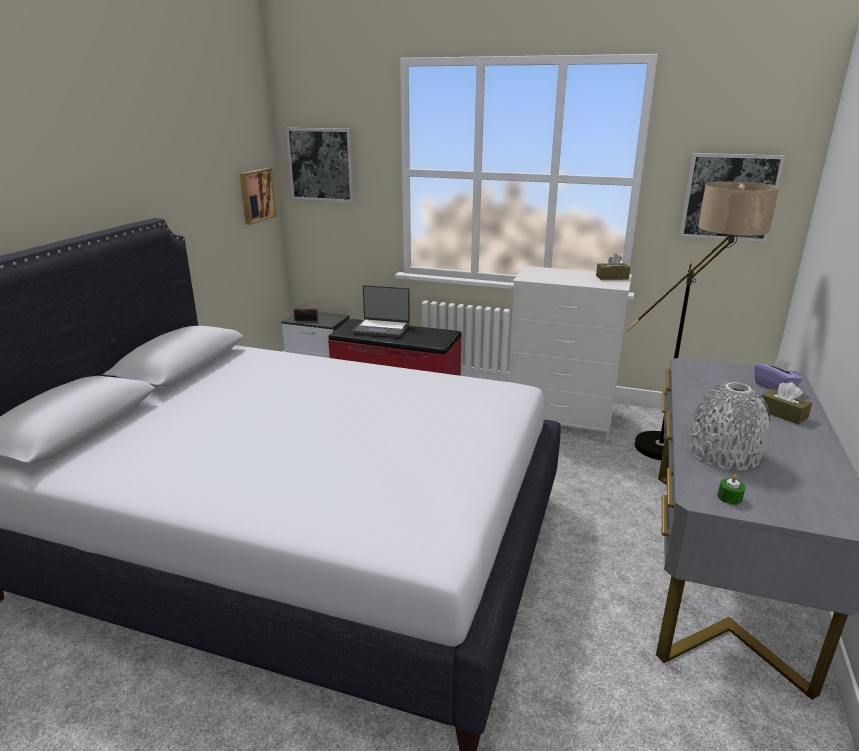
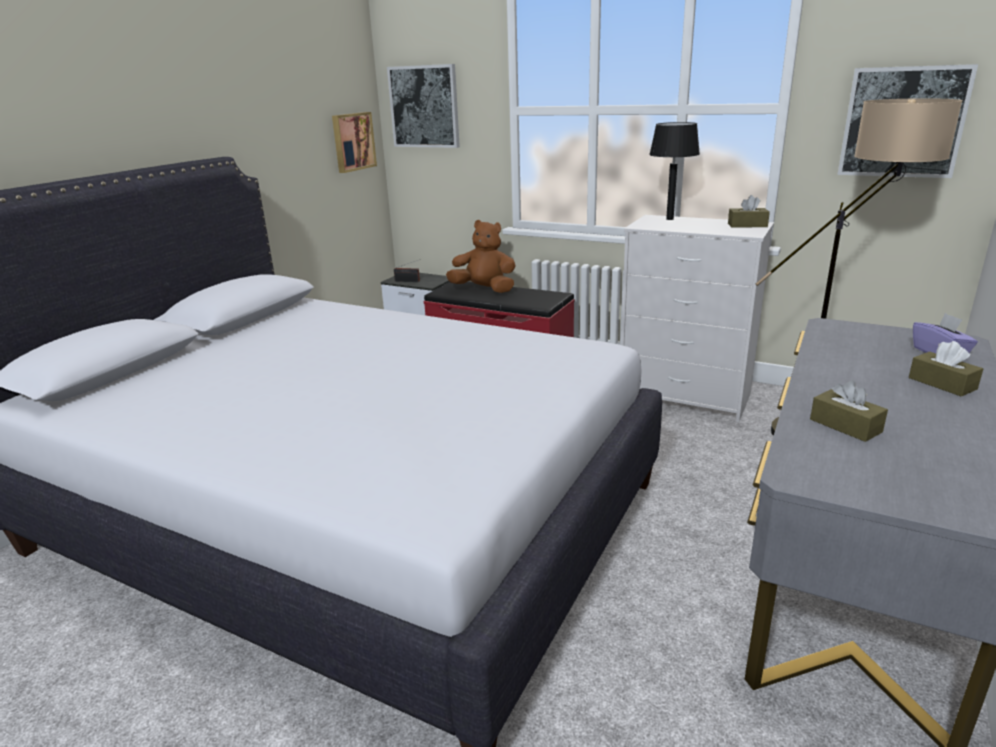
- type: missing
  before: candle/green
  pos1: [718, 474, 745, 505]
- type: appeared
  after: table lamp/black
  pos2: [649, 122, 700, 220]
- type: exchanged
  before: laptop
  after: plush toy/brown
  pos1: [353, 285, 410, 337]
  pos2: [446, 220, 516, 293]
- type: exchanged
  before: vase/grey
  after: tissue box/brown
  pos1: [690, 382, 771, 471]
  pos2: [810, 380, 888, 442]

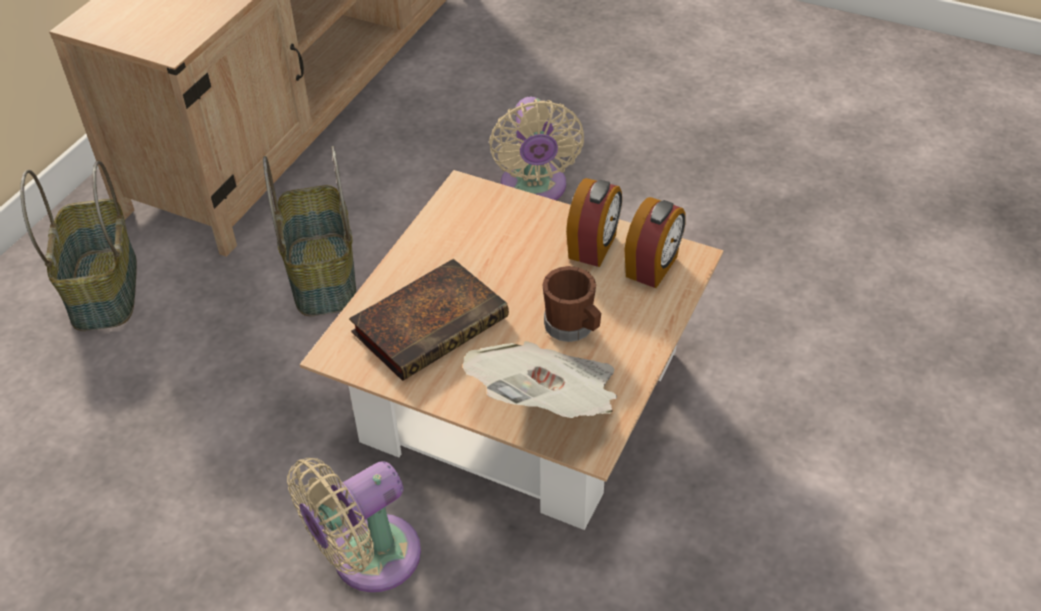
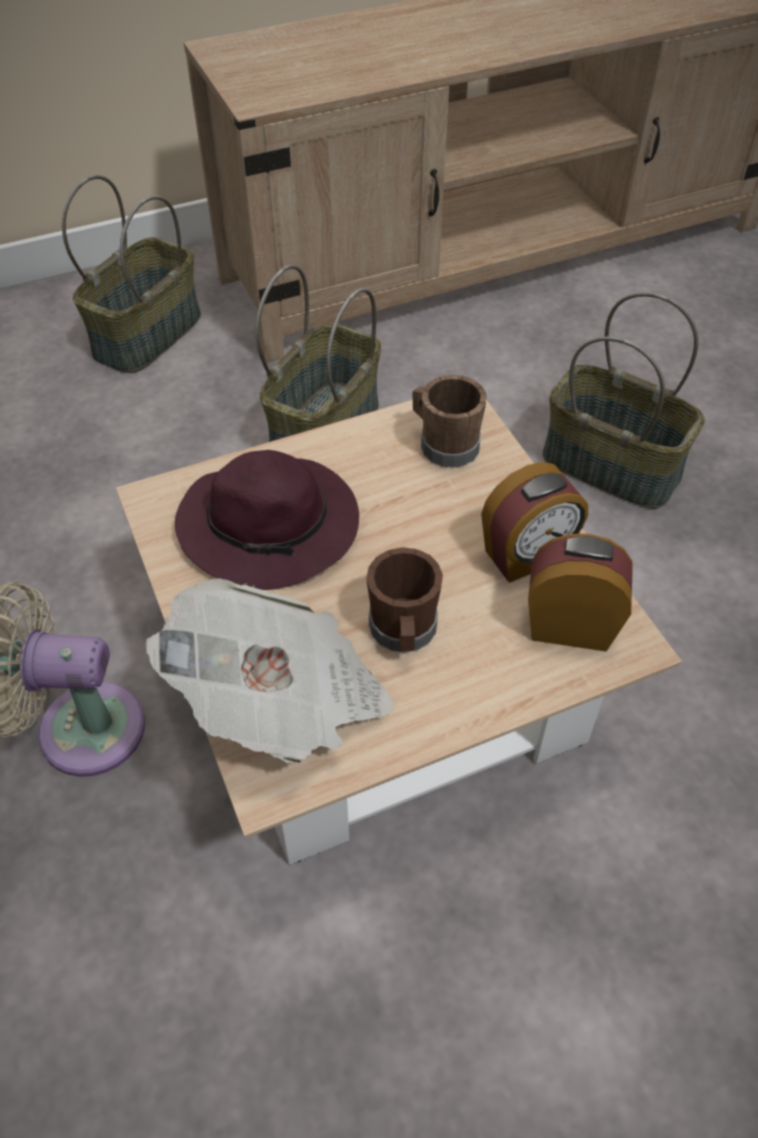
- type: appeared
  after: mug/brown
  pos2: [412, 375, 487, 468]
- type: exchanged
  before: book
  after: hat/purple
  pos1: [349, 259, 509, 381]
  pos2: [175, 450, 359, 590]
- type: exchanged
  before: fan/beige
  after: basket
  pos1: [489, 97, 584, 200]
  pos2: [543, 292, 705, 509]
- type: spun
  before: alarm clock
  pos1: [624, 197, 686, 288]
  pos2: [528, 534, 632, 652]
  turn: -150

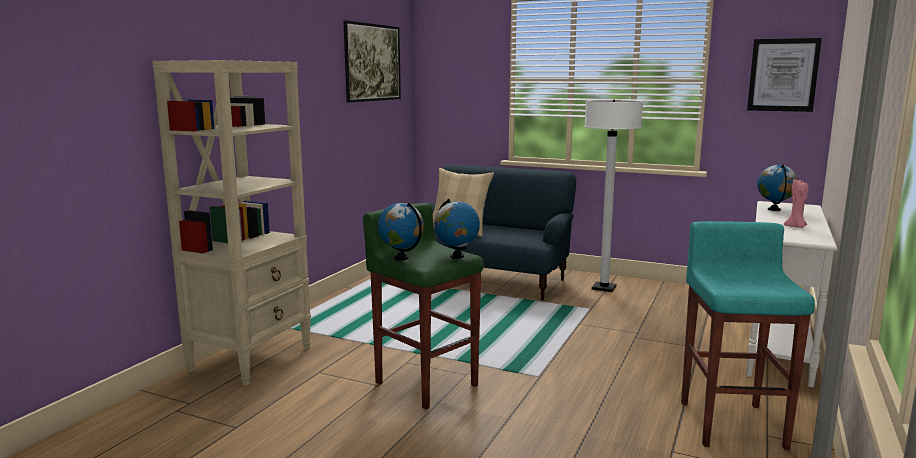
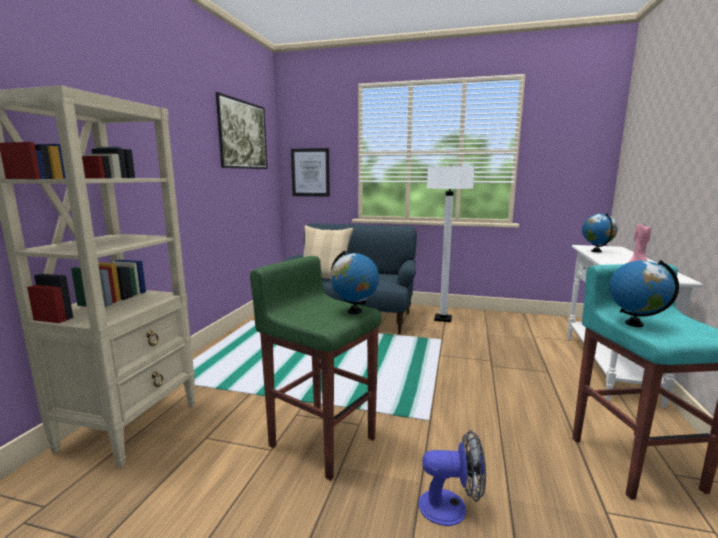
- type: appeared
  after: fan
  pos2: [419, 430, 486, 526]
- type: relocated
  before: globe
  pos1: [378, 202, 424, 261]
  pos2: [609, 260, 679, 327]
- type: relocated
  before: picture
  pos1: [747, 38, 822, 112]
  pos2: [291, 148, 330, 197]

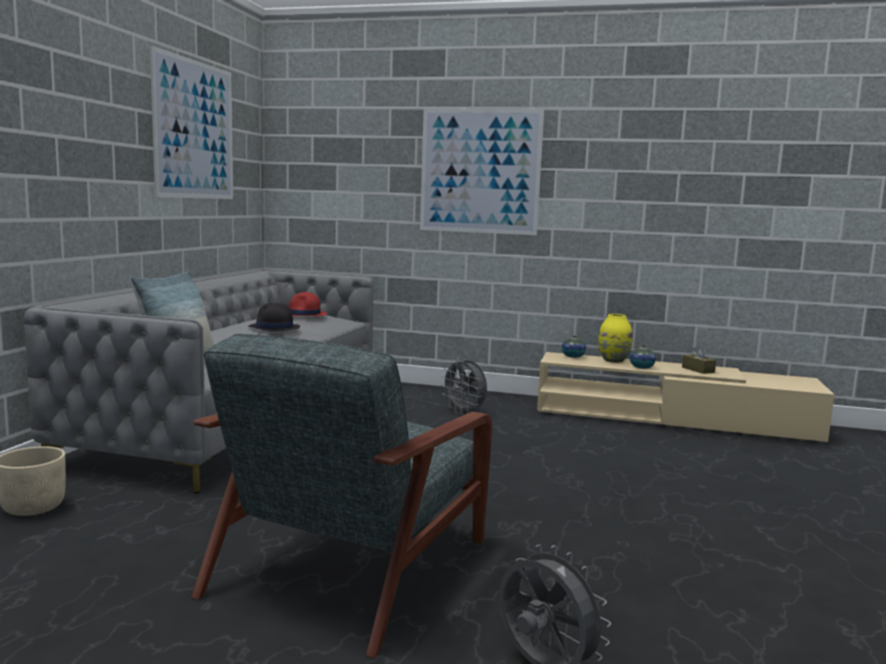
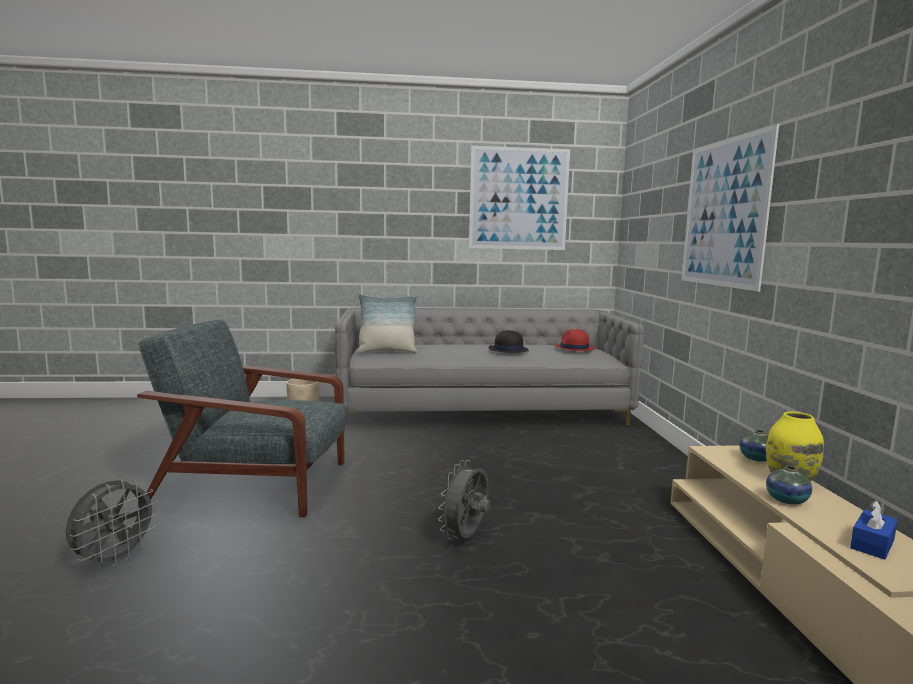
- type: relocated
  before: fan/grey
  pos1: [441, 358, 487, 415]
  pos2: [438, 460, 490, 540]
- type: colour
  before: tissue box/brown
  after: tissue box/blue
  pos1: [682, 345, 716, 374]
  pos2: [850, 500, 898, 560]

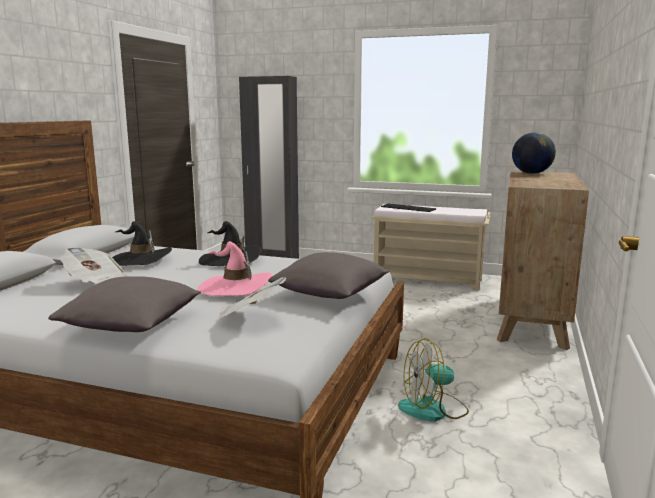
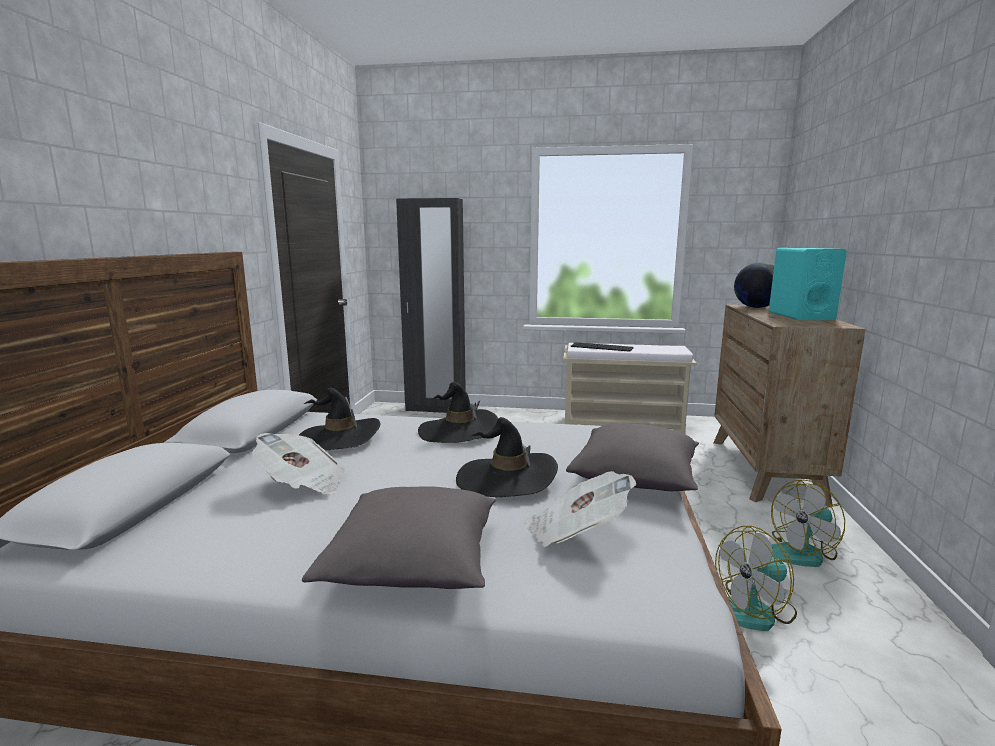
- type: appeared
  after: speaker/turquoise
  pos2: [769, 248, 847, 320]
- type: appeared
  after: fan
  pos2: [771, 480, 845, 567]
- type: colour
  before: hat/pink
  after: hat/black
  pos1: [197, 241, 272, 296]
  pos2: [456, 417, 558, 497]

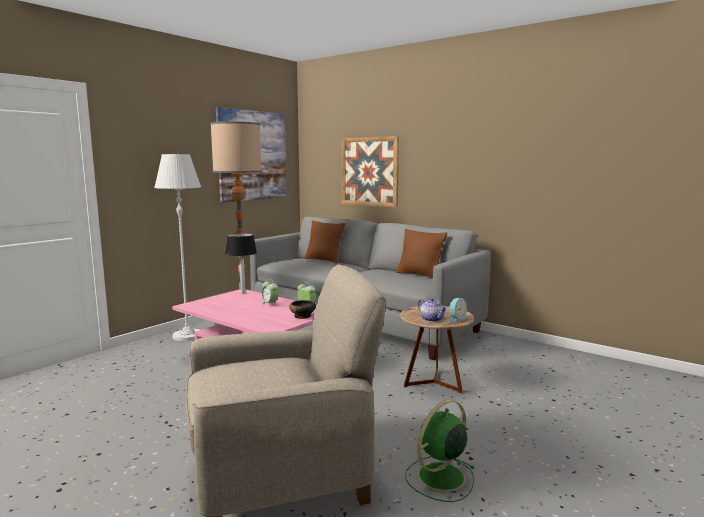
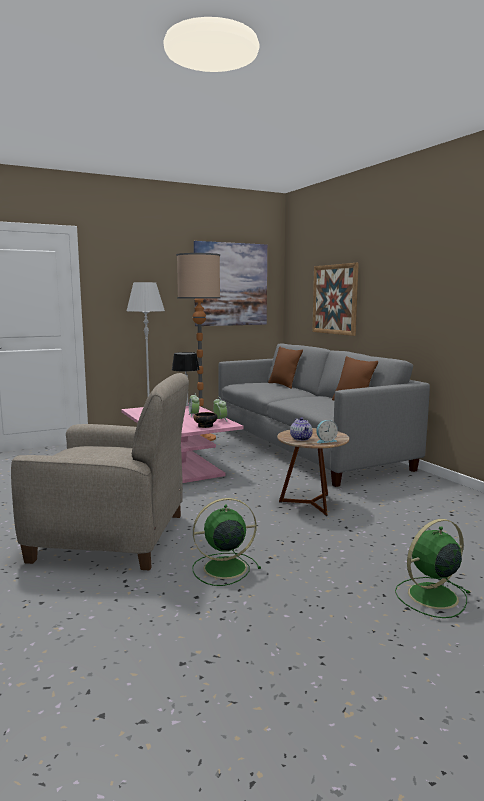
- type: appeared
  after: fan/green
  pos2: [395, 519, 471, 618]

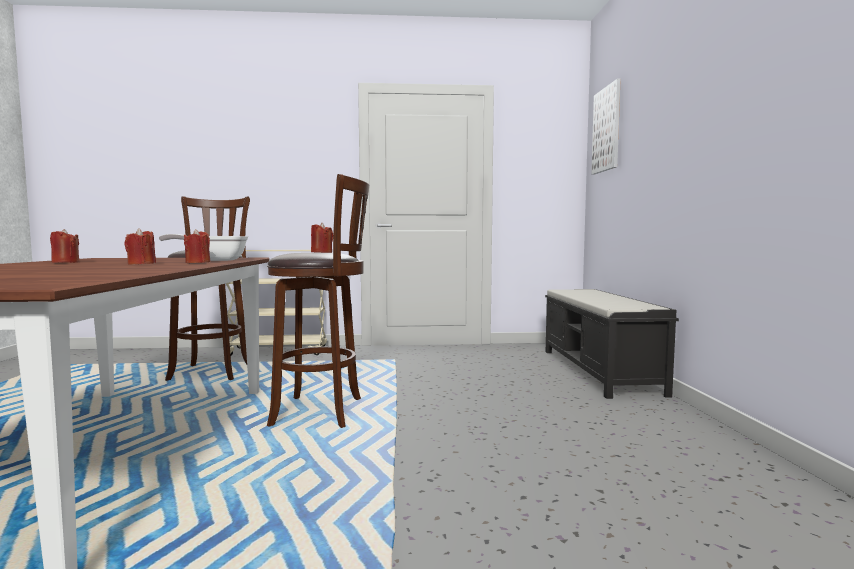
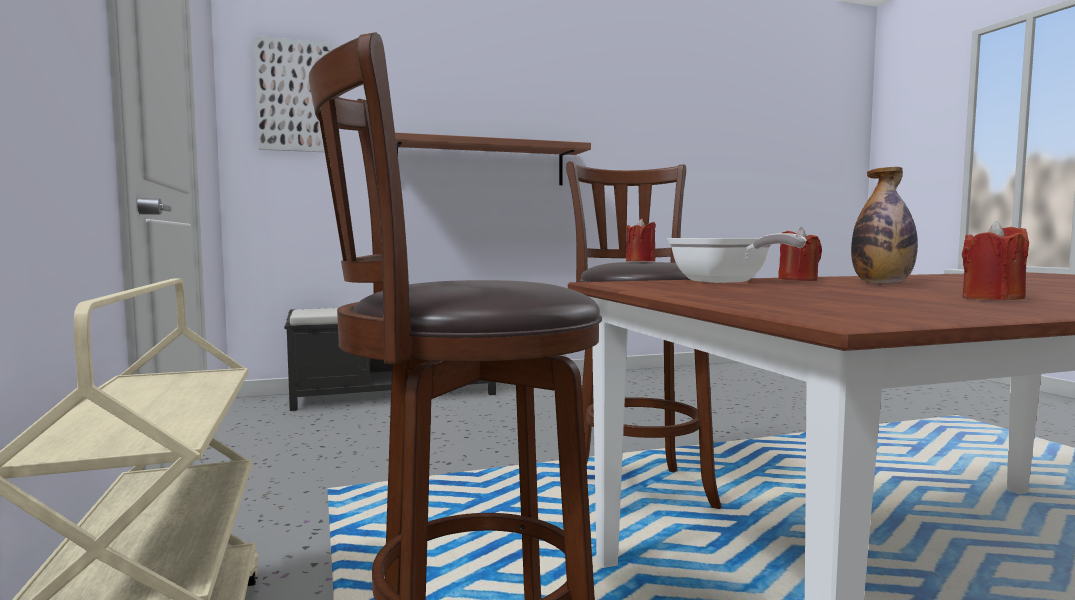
- type: appeared
  after: shelf
  pos2: [395, 133, 591, 185]
- type: exchanged
  before: candle/red
  after: bottle
  pos1: [124, 228, 156, 265]
  pos2: [851, 167, 918, 283]

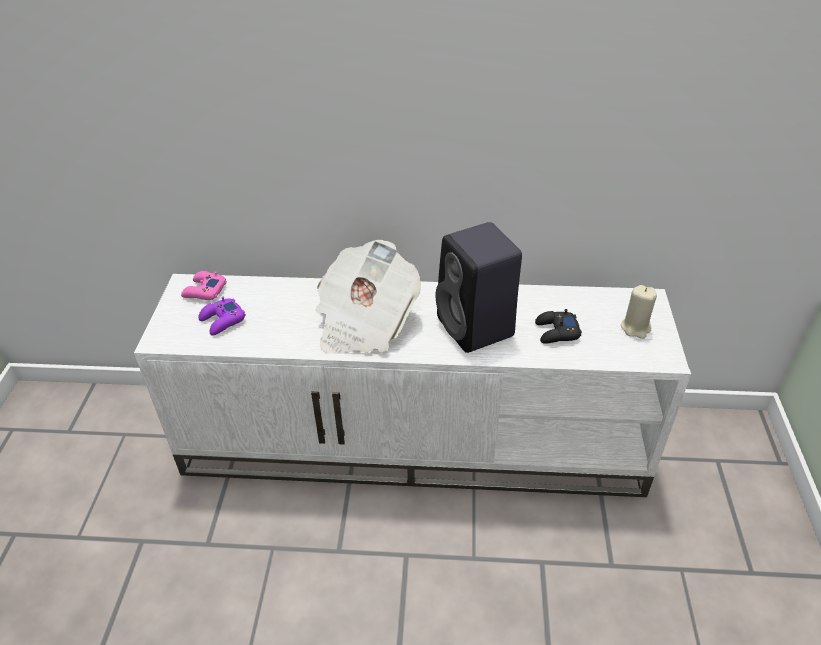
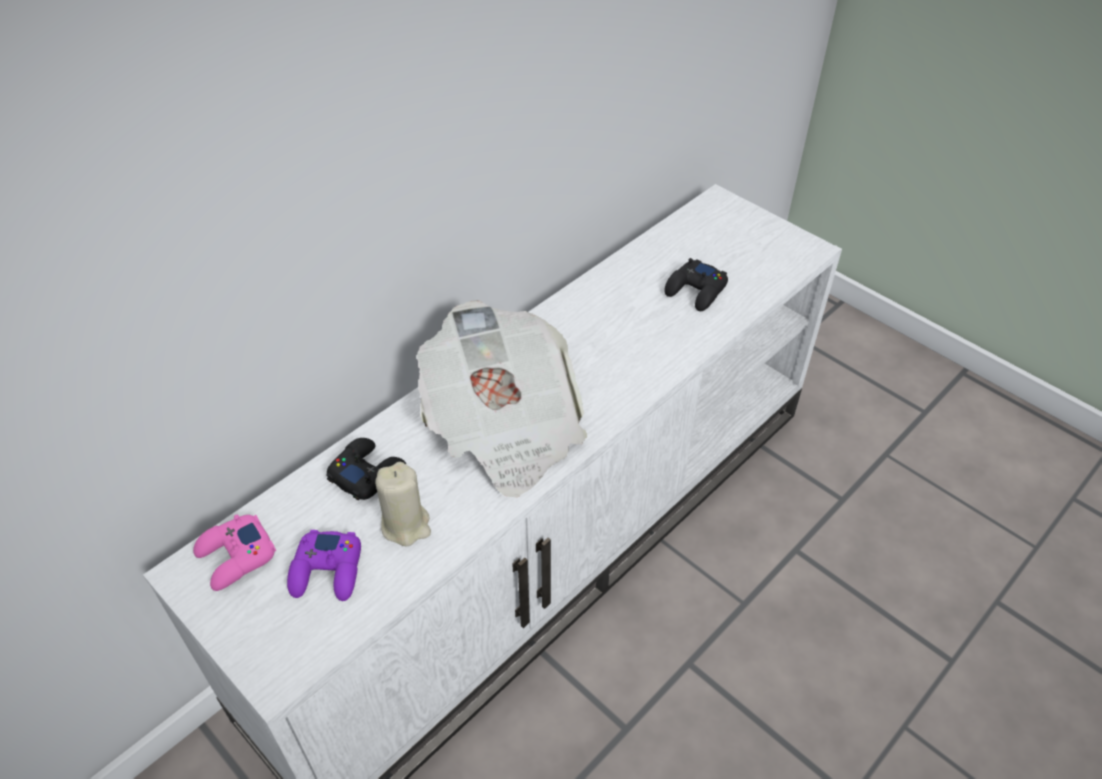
- type: missing
  before: speaker/black
  pos1: [436, 222, 522, 353]
- type: appeared
  after: game controller/black
  pos2: [326, 438, 406, 501]
- type: relocated
  before: candle/beige
  pos1: [621, 285, 657, 339]
  pos2: [375, 462, 431, 547]

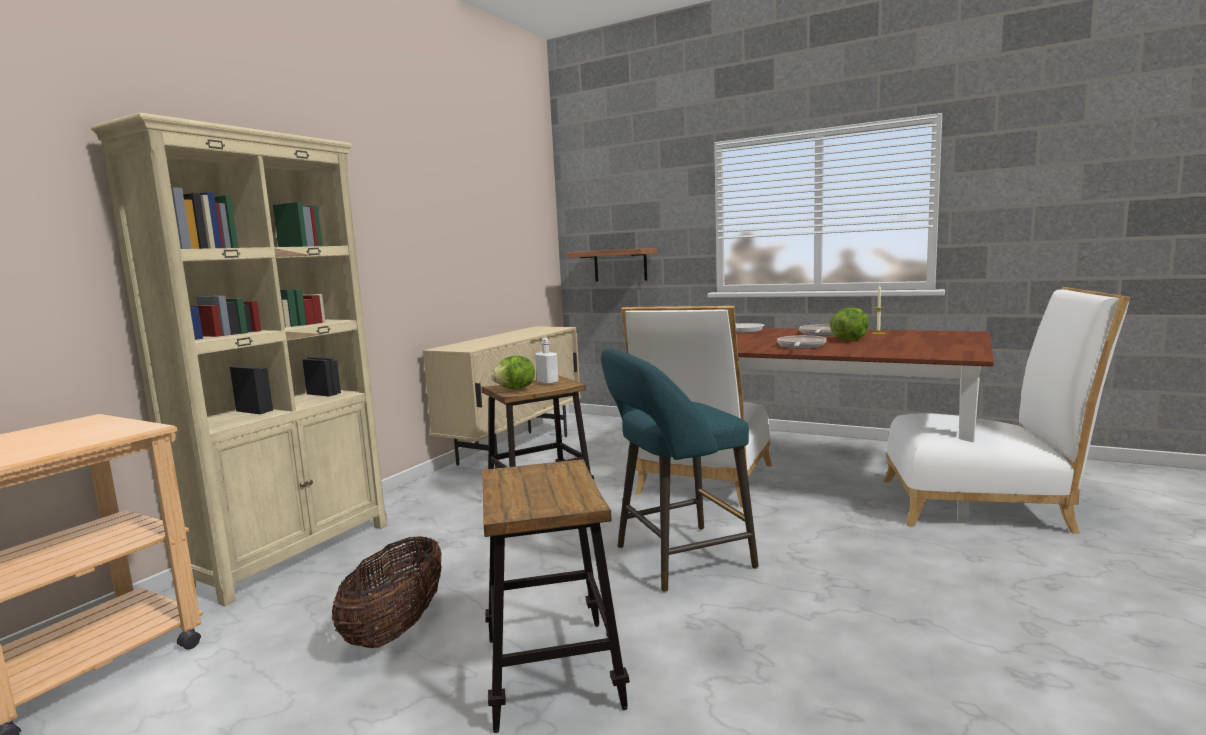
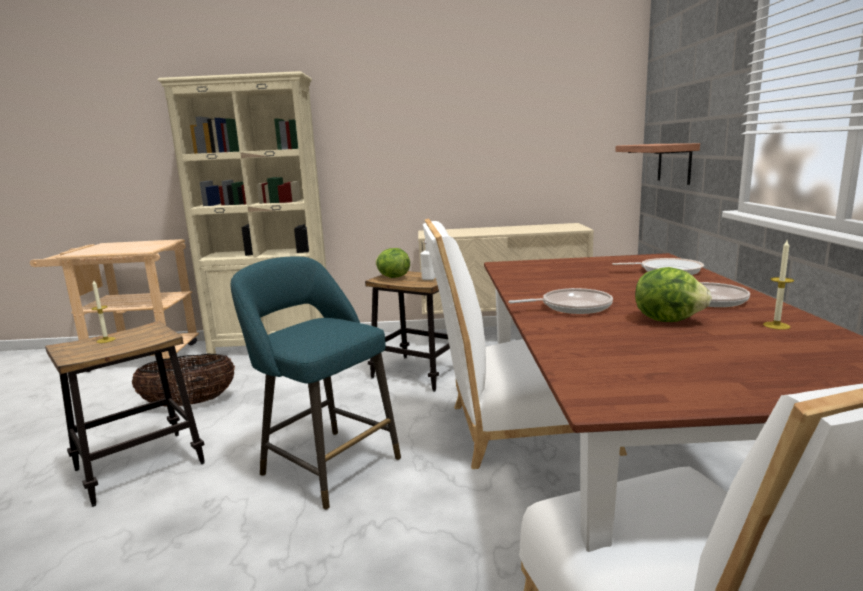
- type: appeared
  after: candle
  pos2: [91, 279, 116, 343]

